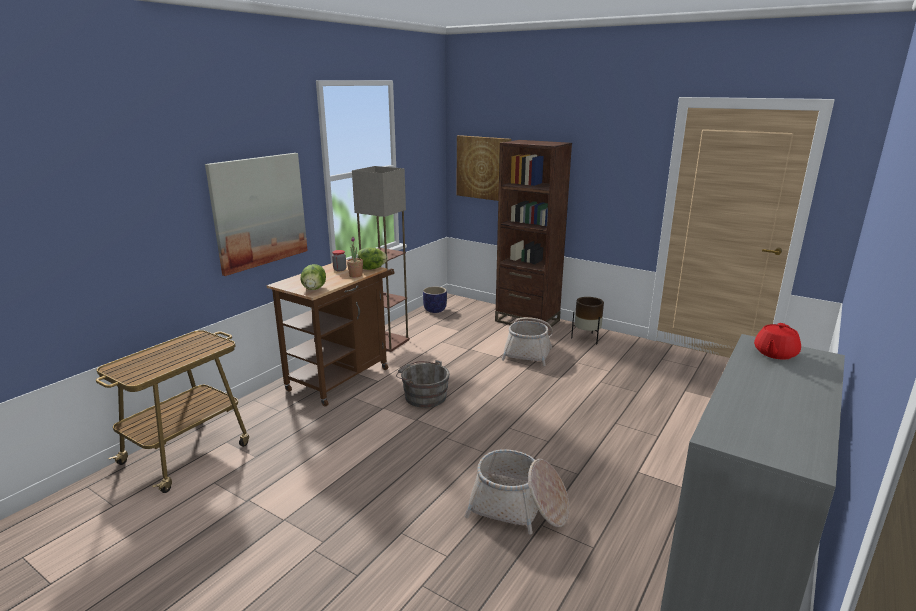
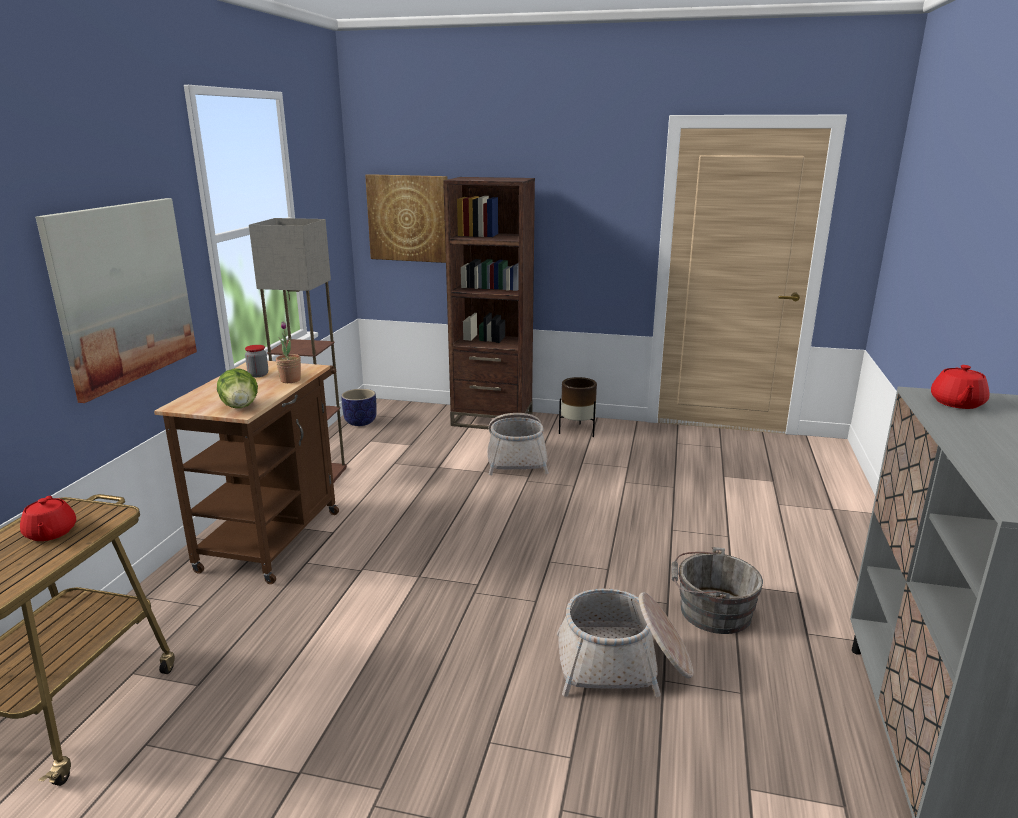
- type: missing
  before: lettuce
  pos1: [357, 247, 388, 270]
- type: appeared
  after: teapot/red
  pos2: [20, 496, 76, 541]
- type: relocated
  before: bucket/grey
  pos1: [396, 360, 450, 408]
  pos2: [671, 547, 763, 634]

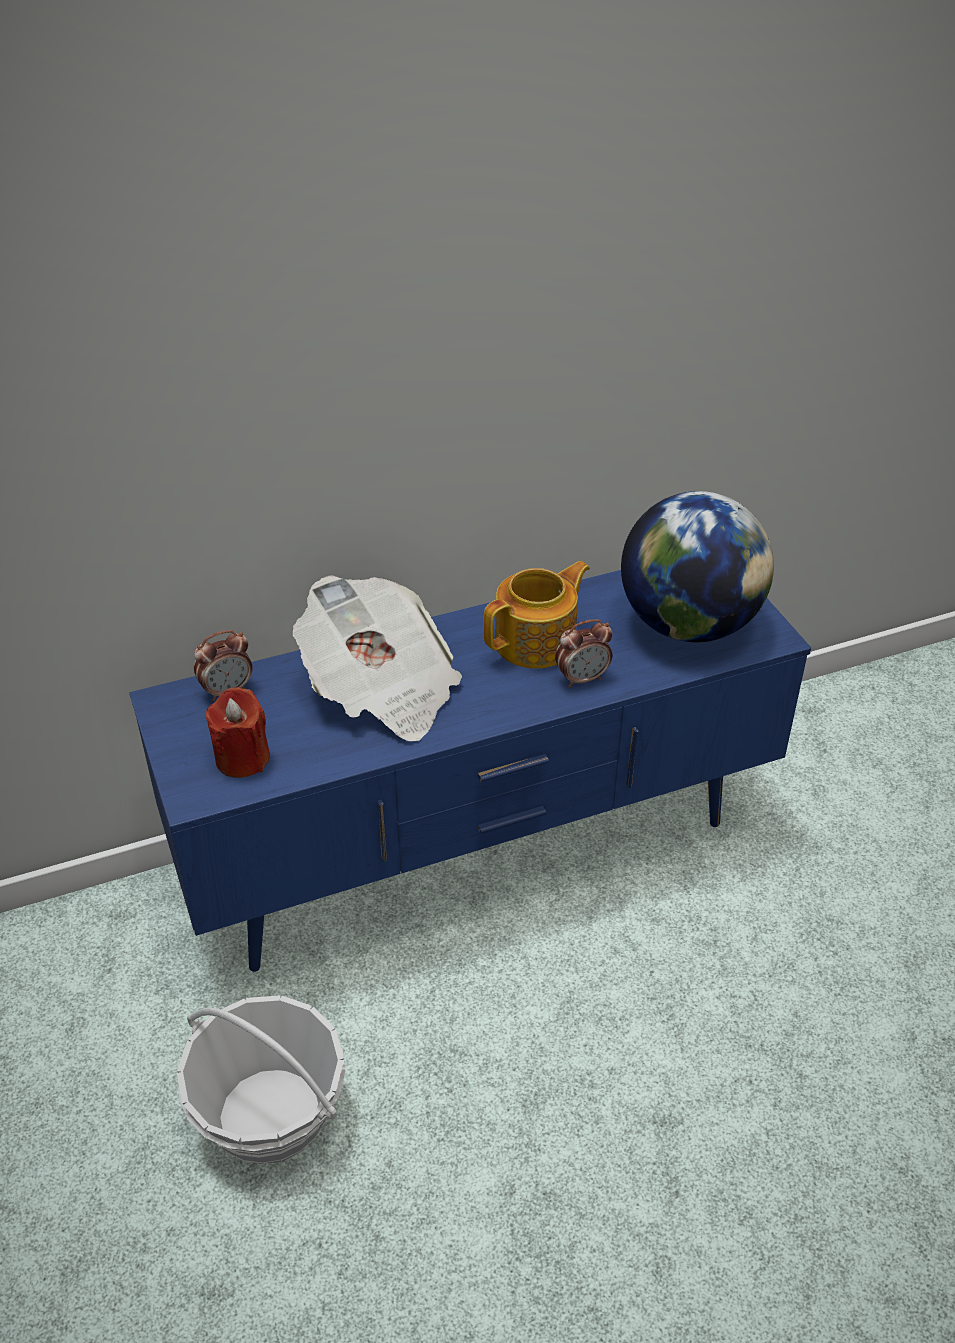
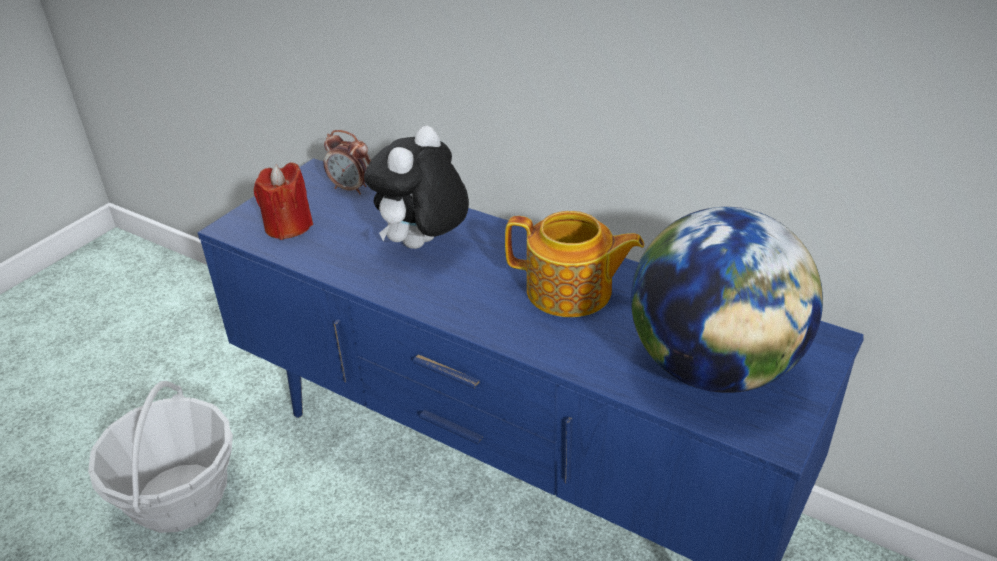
- type: missing
  before: alarm clock
  pos1: [555, 619, 613, 688]
- type: exchanged
  before: newspaper
  after: plush toy
  pos1: [293, 575, 462, 741]
  pos2: [364, 126, 469, 249]

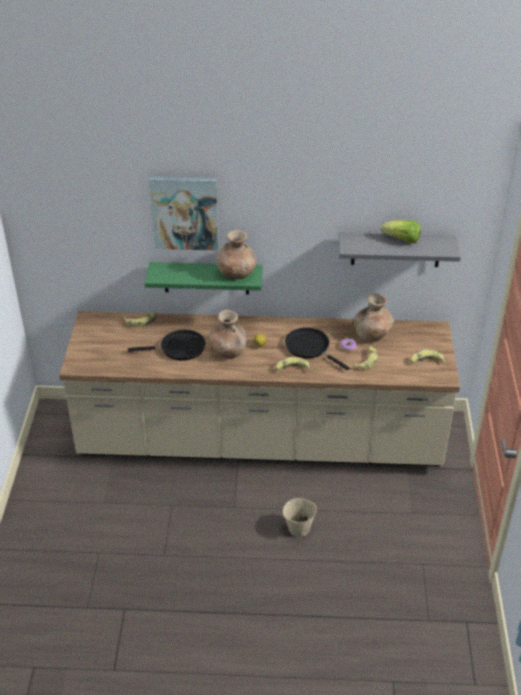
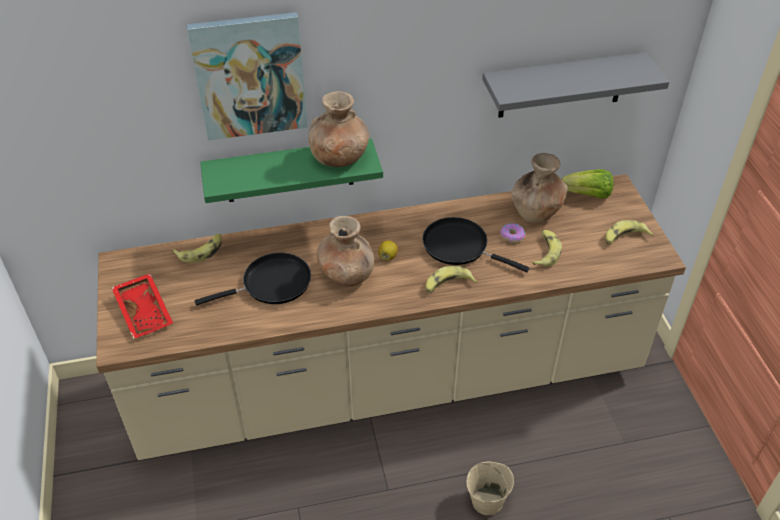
- type: appeared
  after: tray/red
  pos2: [112, 273, 173, 339]
- type: relocated
  before: lettuce
  pos1: [381, 220, 421, 243]
  pos2: [561, 169, 613, 199]

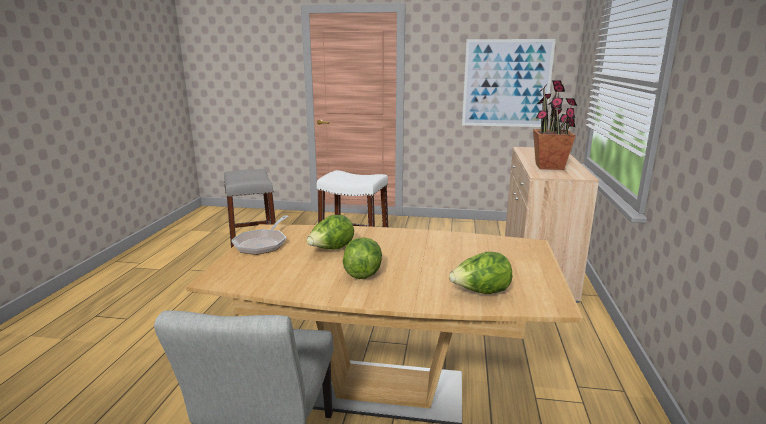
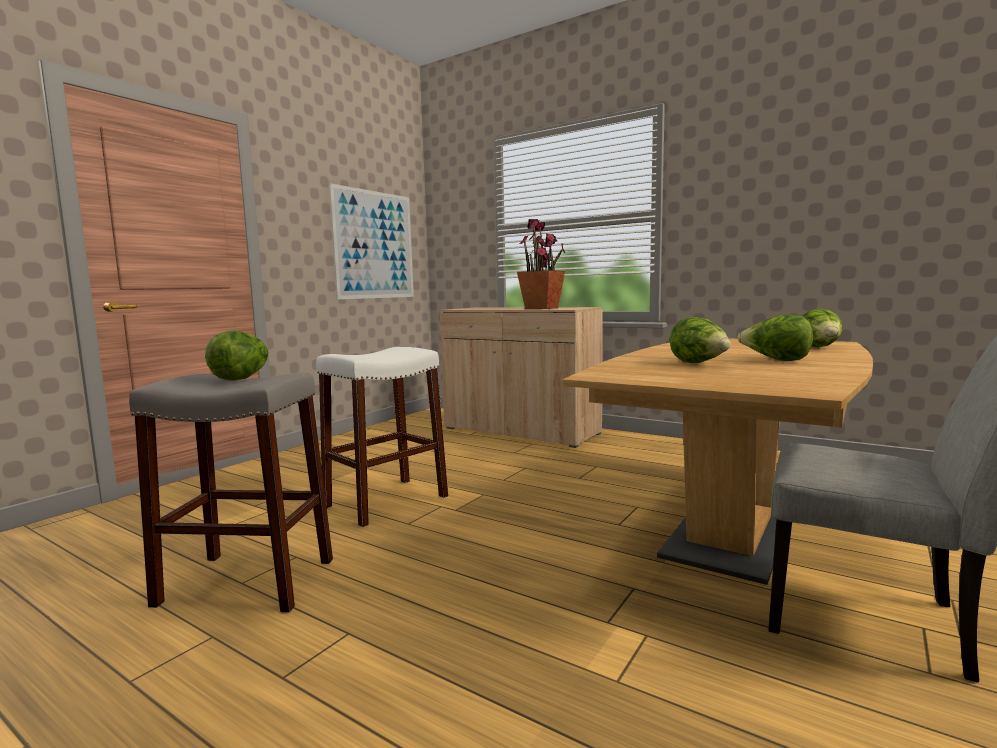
- type: missing
  before: frying pan
  pos1: [231, 215, 289, 255]
- type: appeared
  after: lettuce
  pos2: [205, 330, 268, 381]

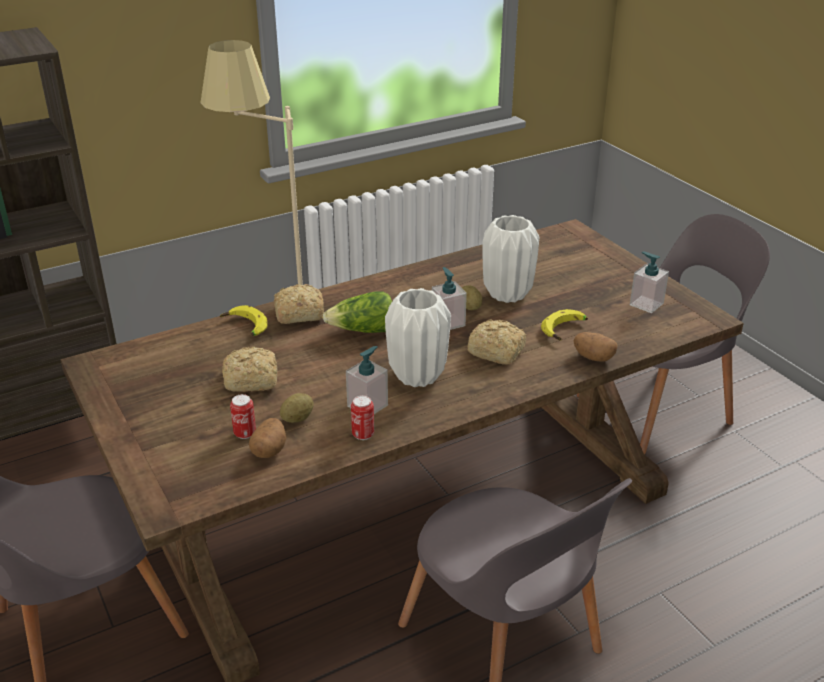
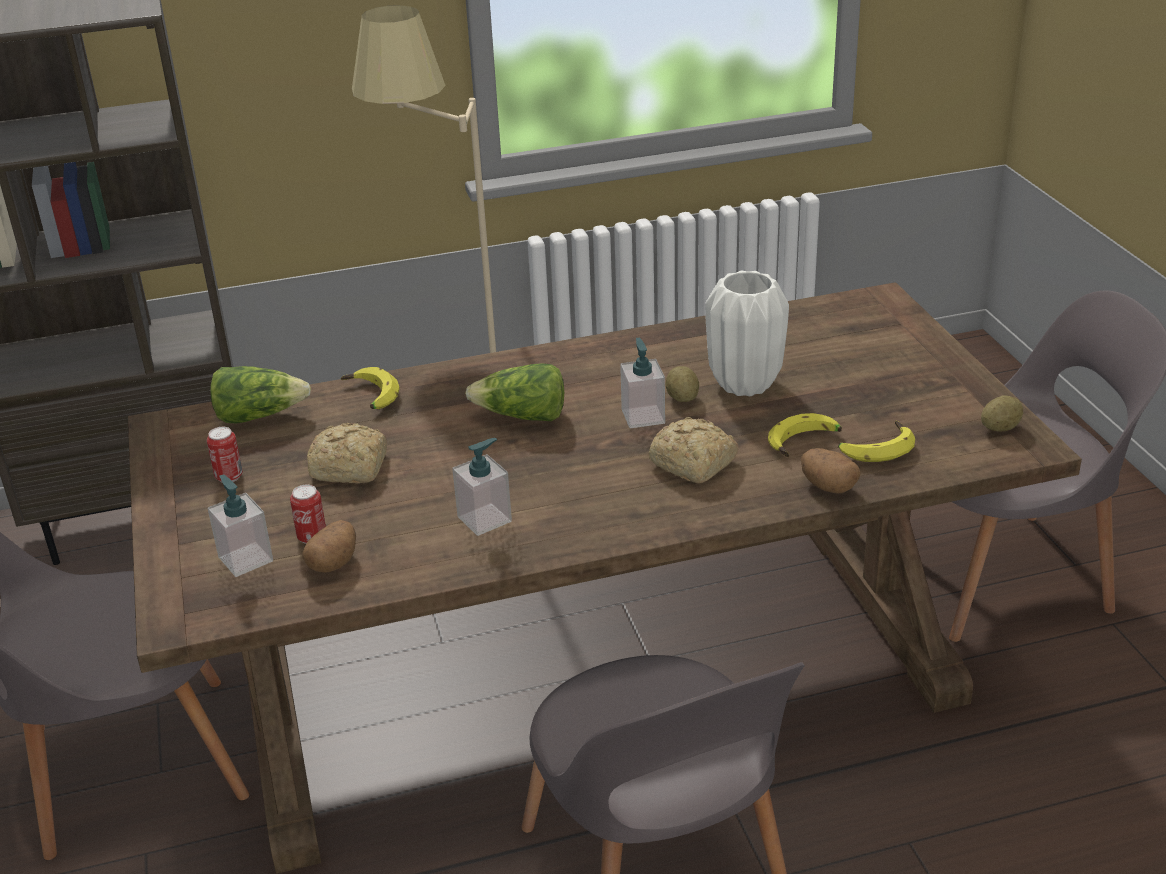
- type: missing
  before: bread
  pos1: [274, 284, 324, 324]
- type: missing
  before: vase/white
  pos1: [385, 288, 451, 387]
- type: appeared
  after: lettuce
  pos2: [210, 366, 311, 423]
- type: appeared
  after: banana
  pos2: [838, 421, 915, 462]
- type: relocated
  before: potato
  pos1: [280, 393, 314, 423]
  pos2: [981, 396, 1023, 432]
- type: relocated
  before: can
  pos1: [351, 395, 374, 440]
  pos2: [207, 427, 243, 482]
- type: relocated
  before: soap dispenser
  pos1: [630, 252, 669, 313]
  pos2: [208, 475, 273, 577]

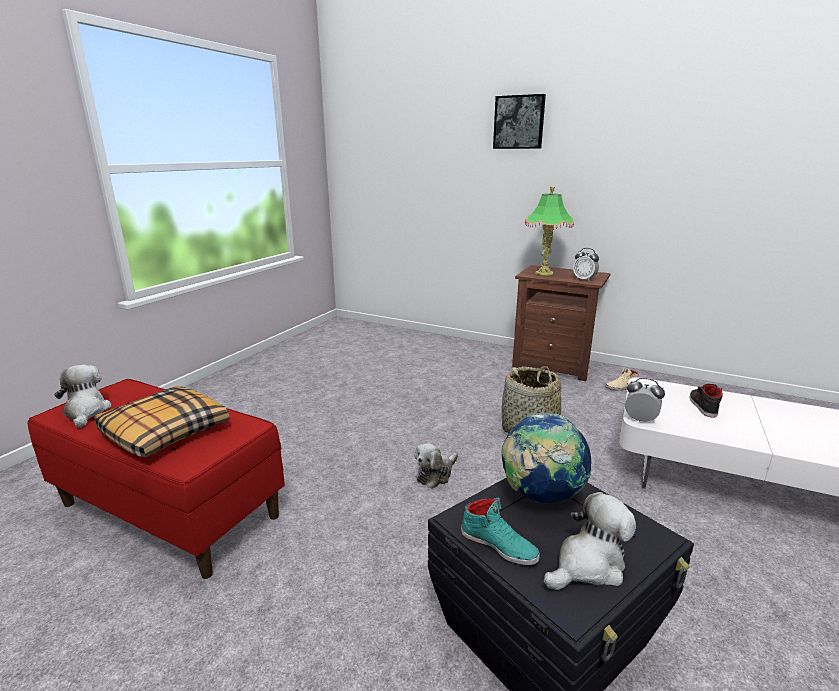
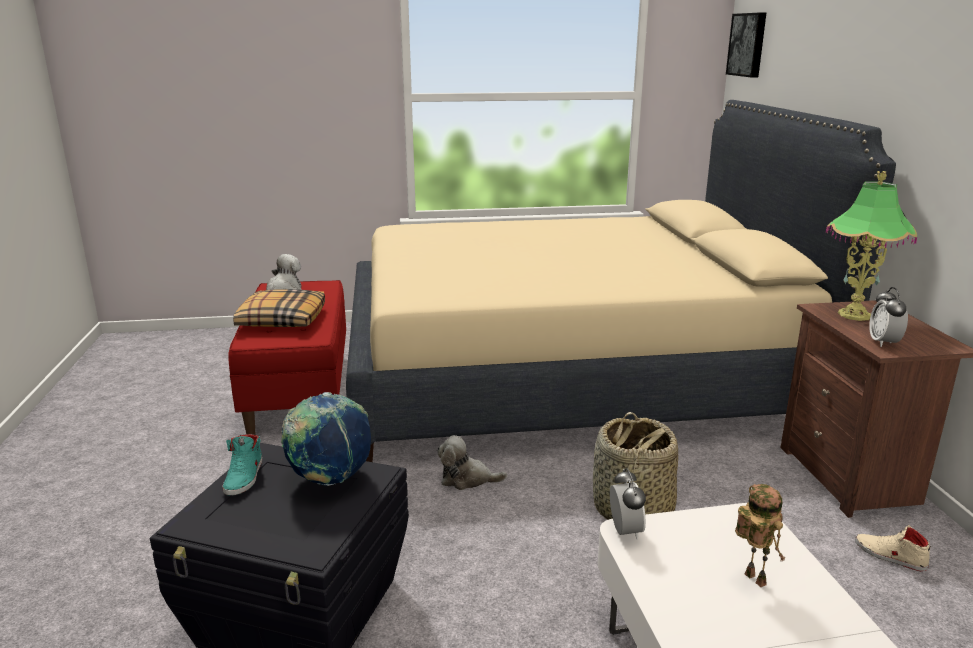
- type: missing
  before: plush toy
  pos1: [543, 492, 636, 590]
- type: appeared
  after: bed/beige
  pos2: [346, 100, 896, 462]
- type: relocated
  before: picture
  pos1: [493, 94, 546, 149]
  pos2: [726, 13, 766, 78]
- type: exchanged
  before: shoe/black
  after: toy robot
  pos1: [690, 384, 723, 418]
  pos2: [735, 484, 786, 587]

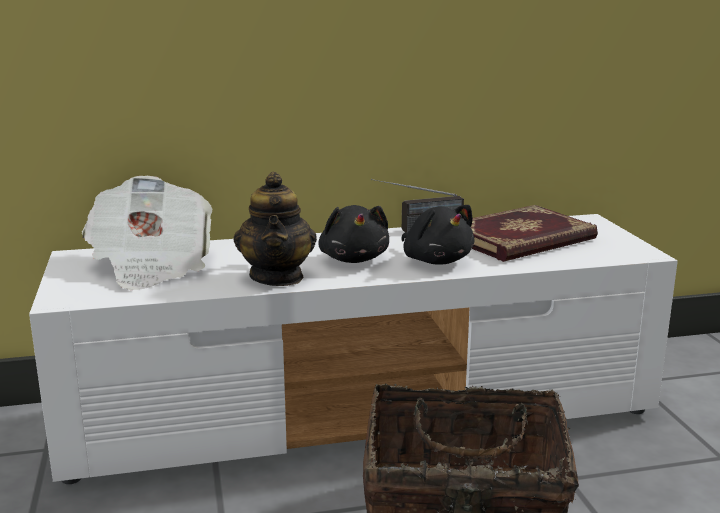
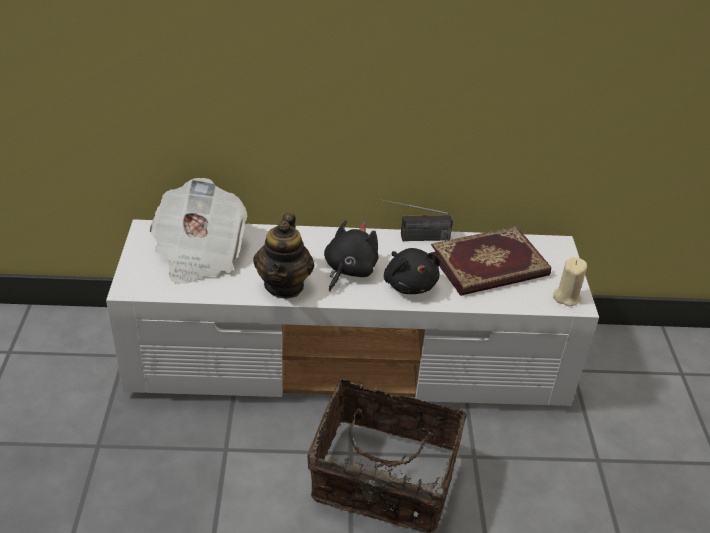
- type: appeared
  after: candle/beige
  pos2: [553, 257, 587, 306]
- type: spun
  before: plush toy/black
  pos1: [318, 205, 389, 263]
  pos2: [324, 220, 379, 292]
  turn: -150

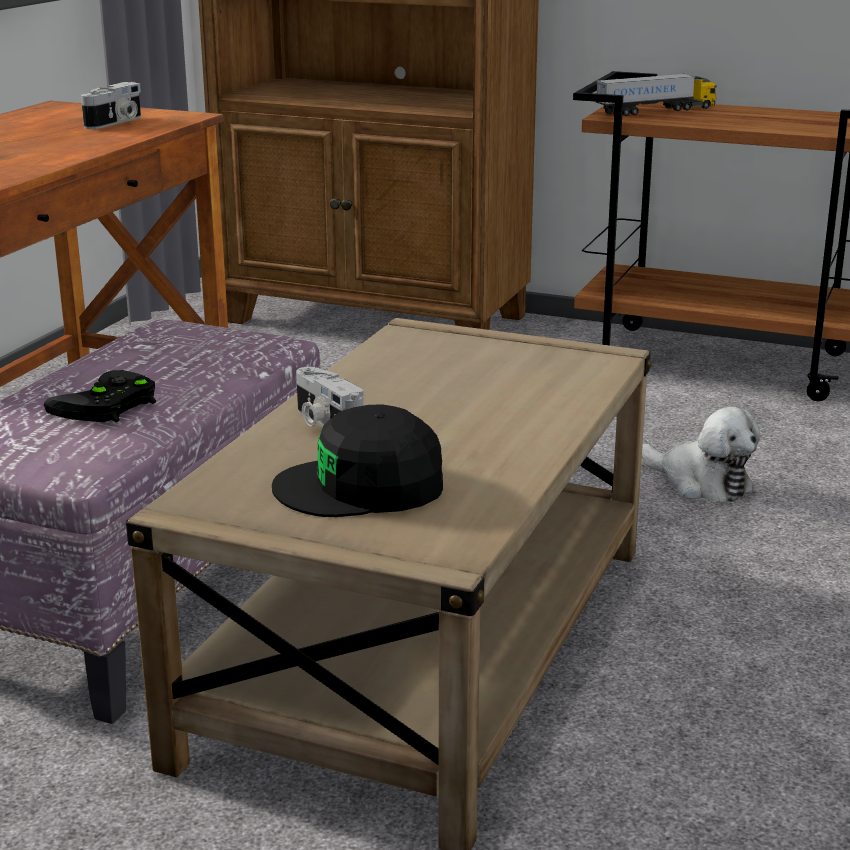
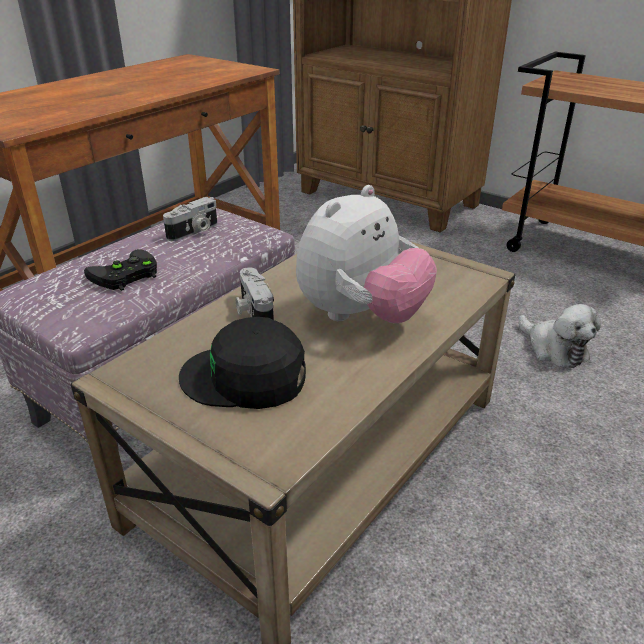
- type: missing
  before: toy truck
  pos1: [596, 73, 717, 116]
- type: appeared
  after: plush toy
  pos2: [296, 185, 437, 324]
- type: relocated
  before: photo camera
  pos1: [81, 82, 141, 129]
  pos2: [163, 197, 217, 241]

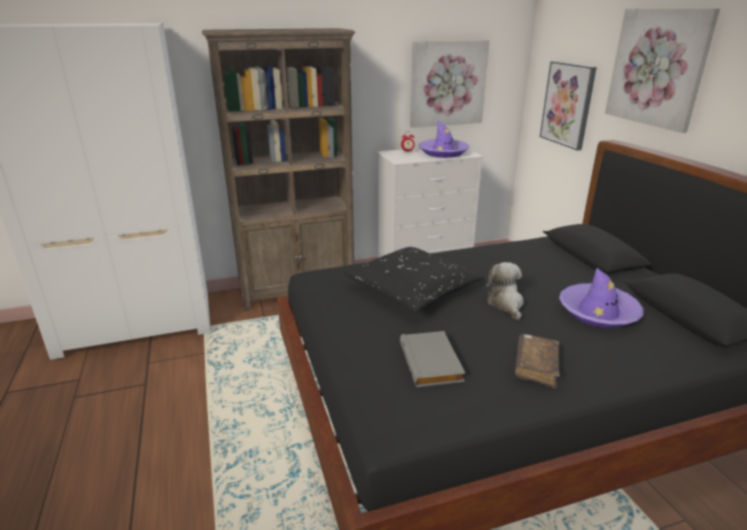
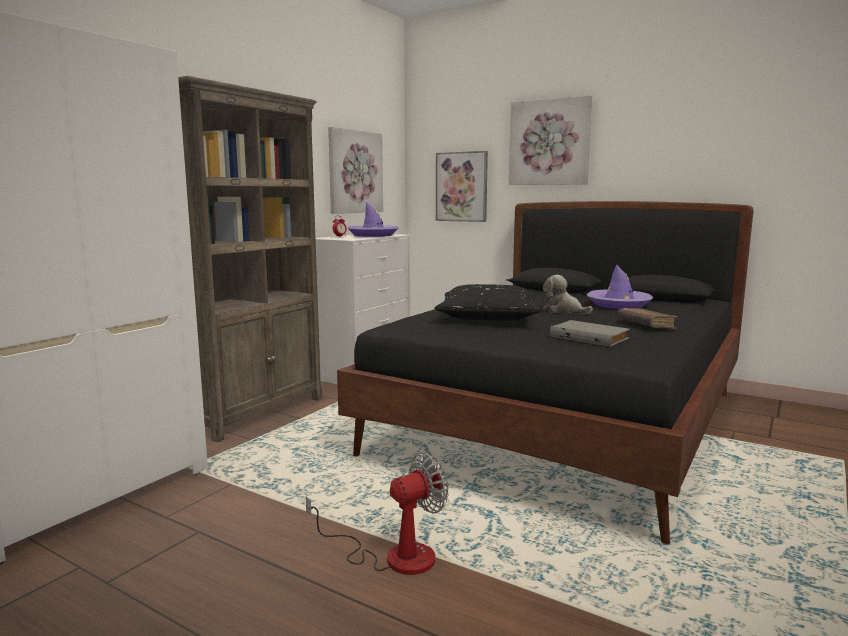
- type: appeared
  after: fan
  pos2: [306, 453, 449, 575]

